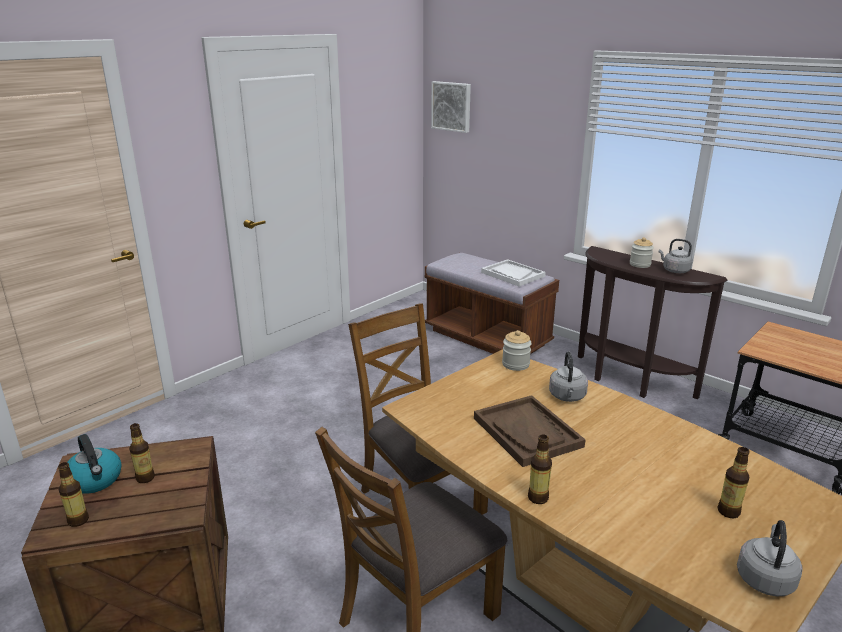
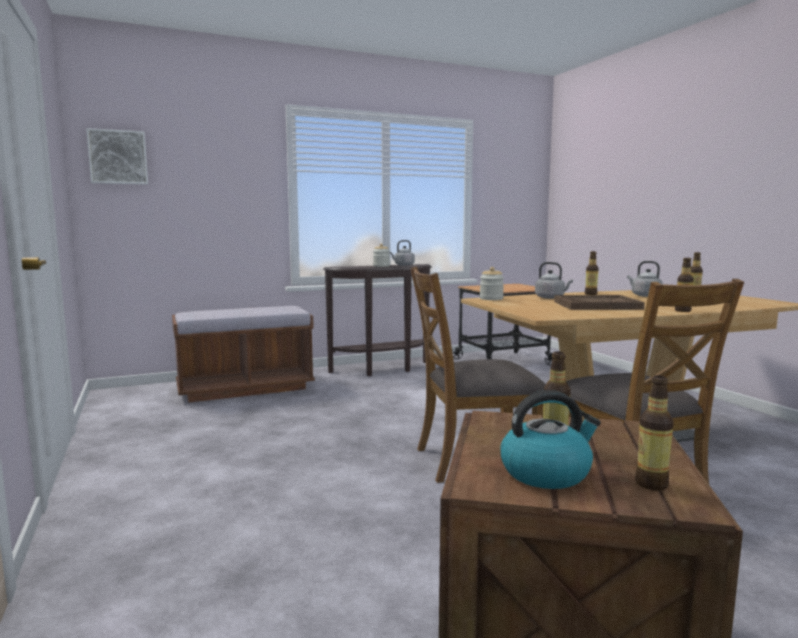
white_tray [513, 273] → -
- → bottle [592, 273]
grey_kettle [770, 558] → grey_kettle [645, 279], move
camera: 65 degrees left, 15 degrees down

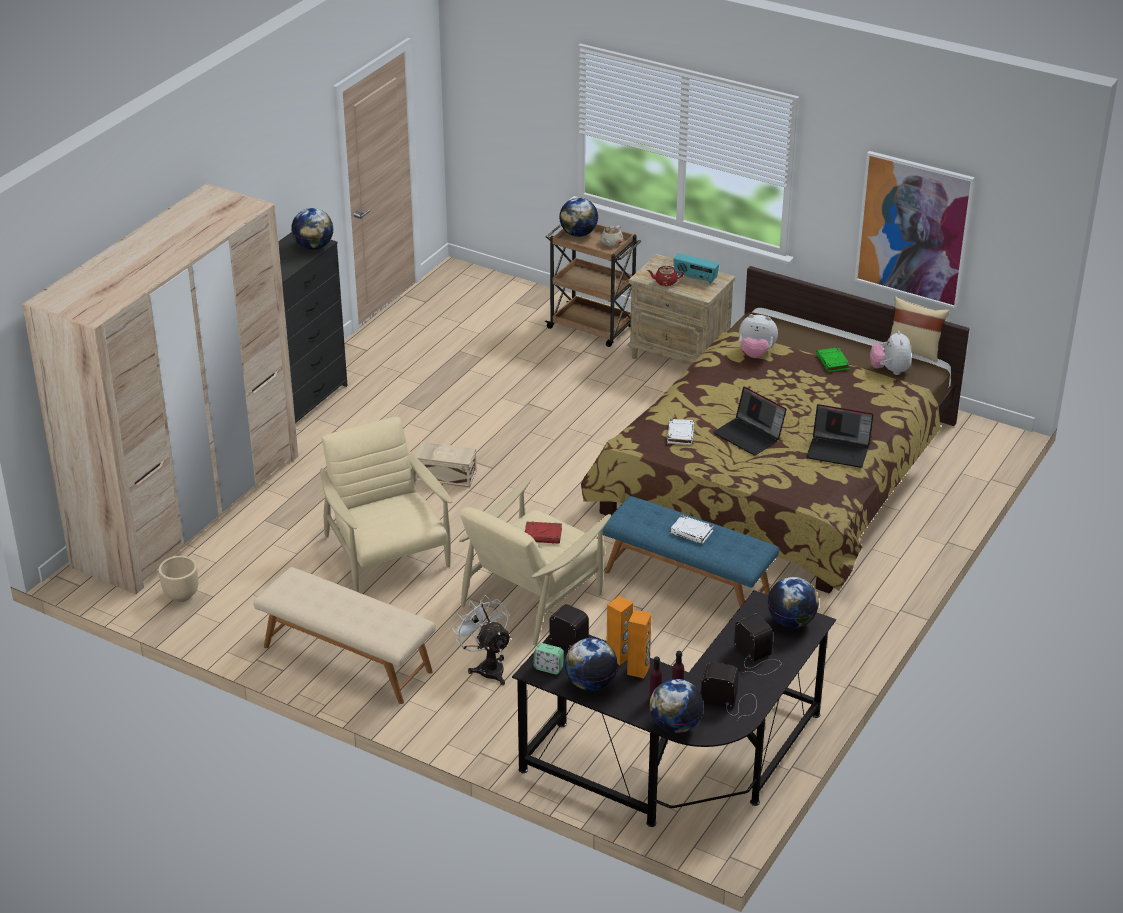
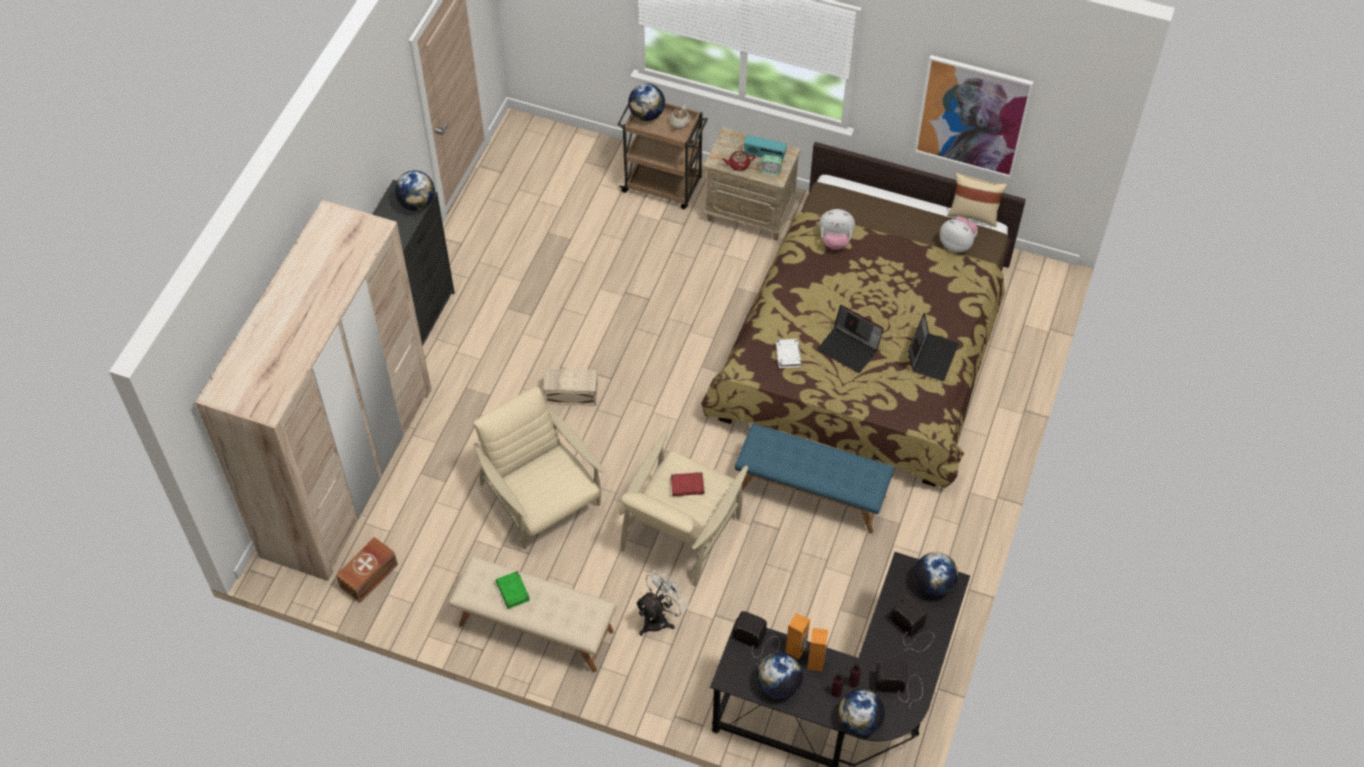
white_book [691, 529] → -
alarm_clock [549, 658] → alarm_clock [771, 165], move
green_book [833, 359] → green_book [513, 590], move
beige_planter [178, 579] → brown_storage_box [367, 570]
white_fan [482, 640] → white_fan [662, 602], 90 degrees clockwise
laptop [839, 436] → laptop [933, 347], 75 degrees counterclockwise
plush_toy [890, 353] → plush_toy [959, 234], 135 degrees clockwise
camera: 10 degrees left, 20 degrees up

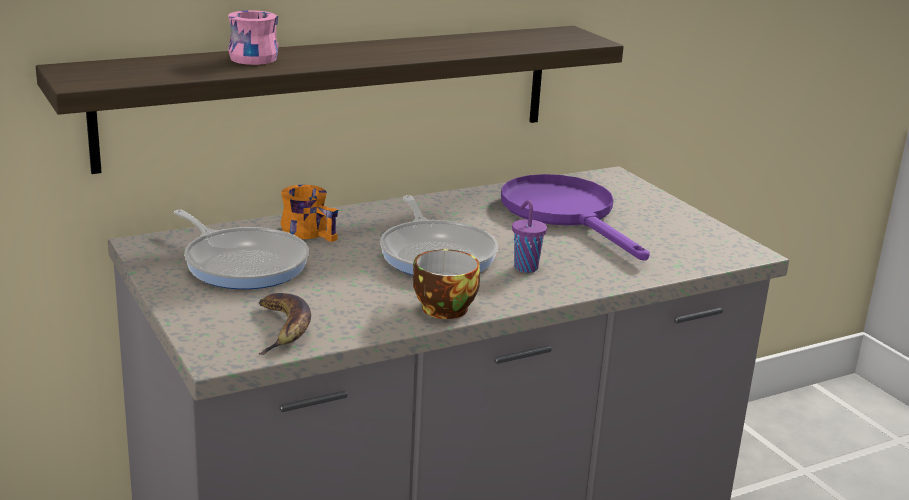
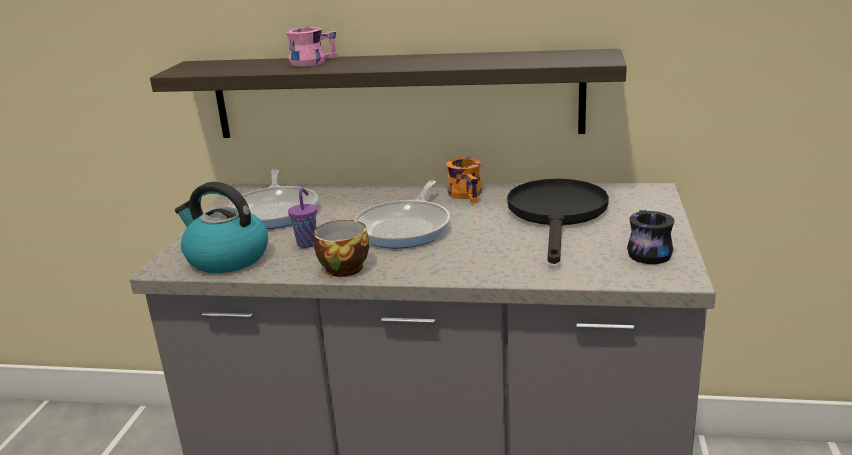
- → black_mug [651, 237]
orange_mug [309, 213] → orange_mug [464, 180], move
purple_cup [529, 236] → purple_cup [302, 218], move
banana [285, 324] → kettle [221, 227]
purple_frying_pan [575, 217] → black_frying_pan [558, 221]
camera: 40 degrees right, 0 degrees up

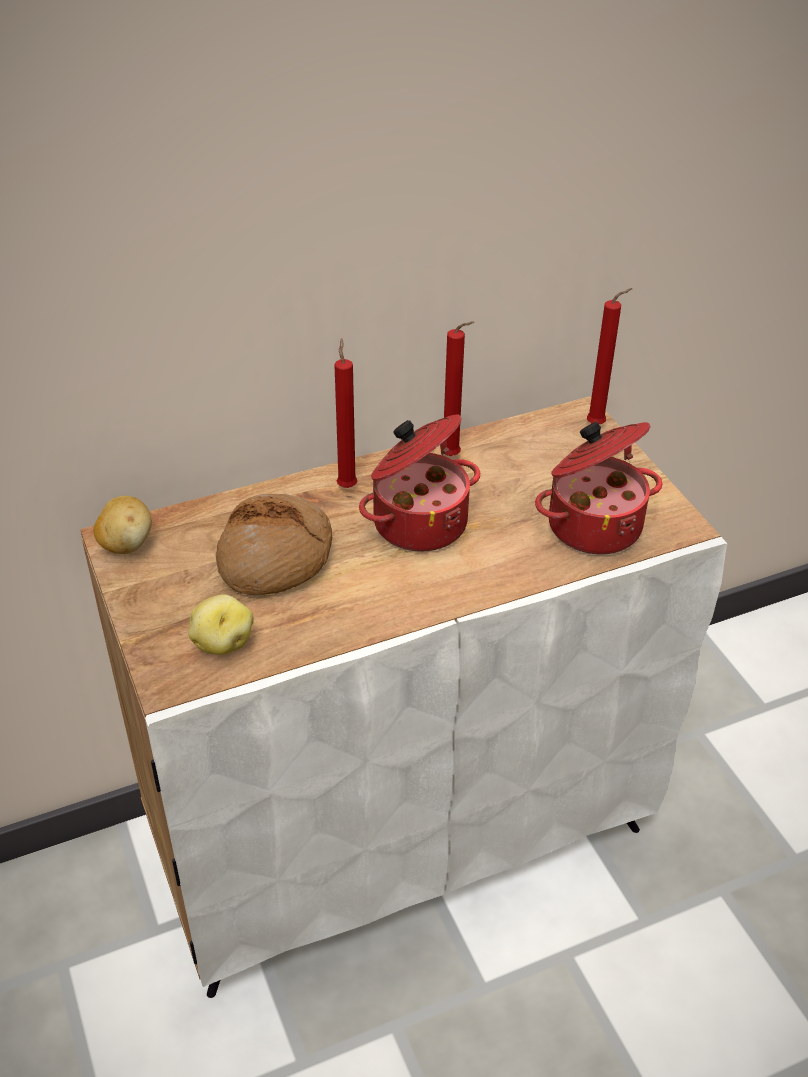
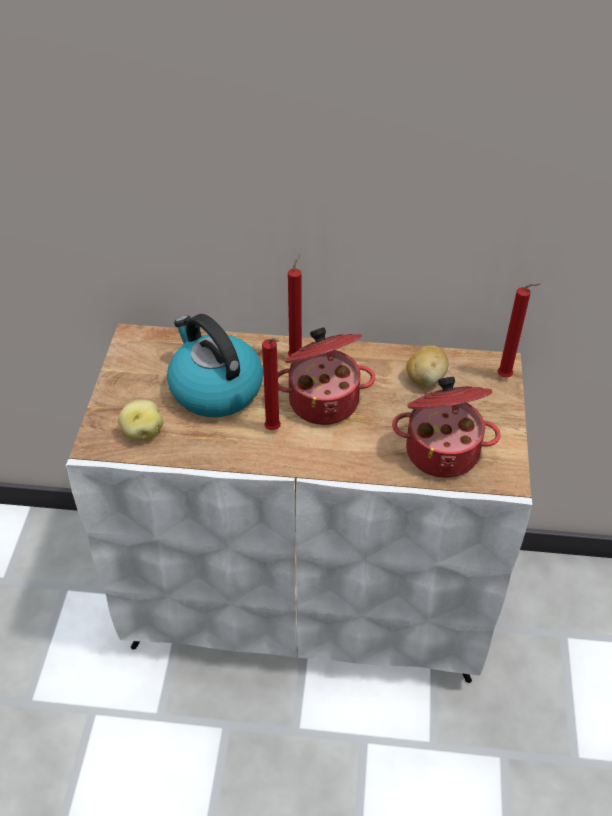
potato [122, 525] → potato [427, 366], move
red_candle [459, 388] → red_candle [271, 384], move
bread [274, 544] → kettle [215, 365]
camera: 30 degrees right, 5 degrees up

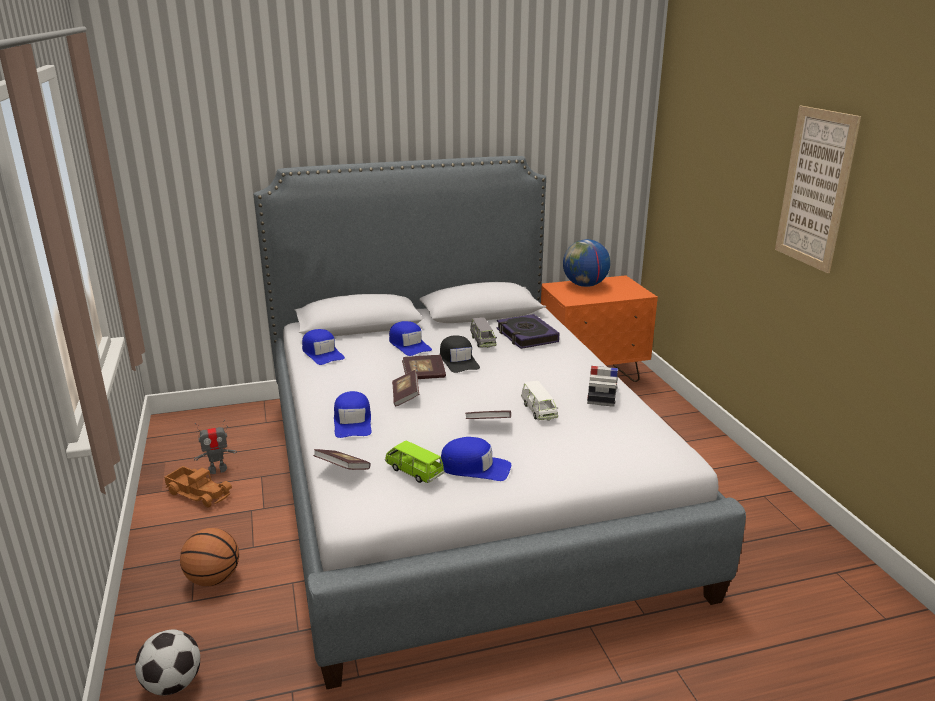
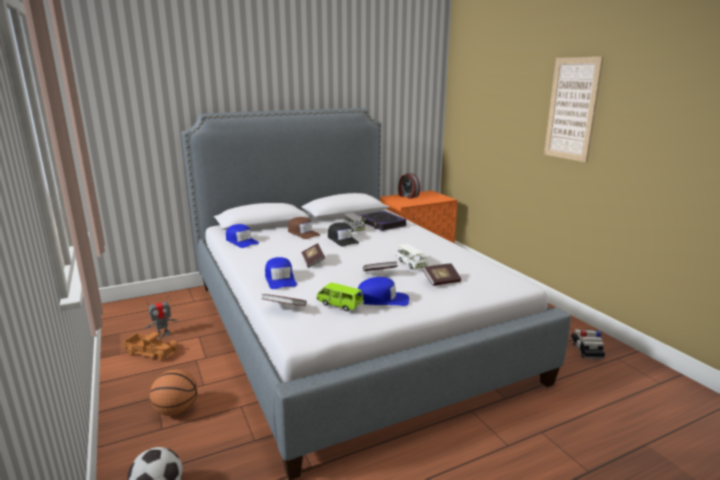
book [424, 367] → book [442, 274], move
toy_car [602, 386] → toy_car [588, 344], move
globe [586, 263] → alarm_clock [409, 186]
blue_cap [410, 338] → brown_cap [304, 228]
camera: 10 degrees left, 5 degrees down

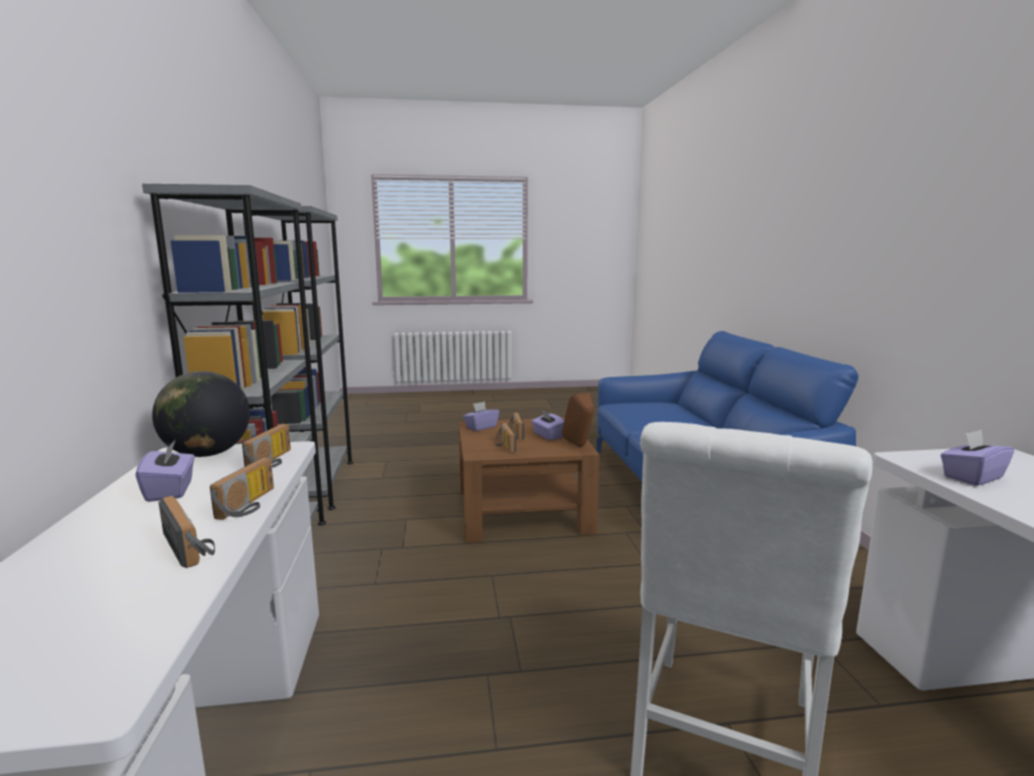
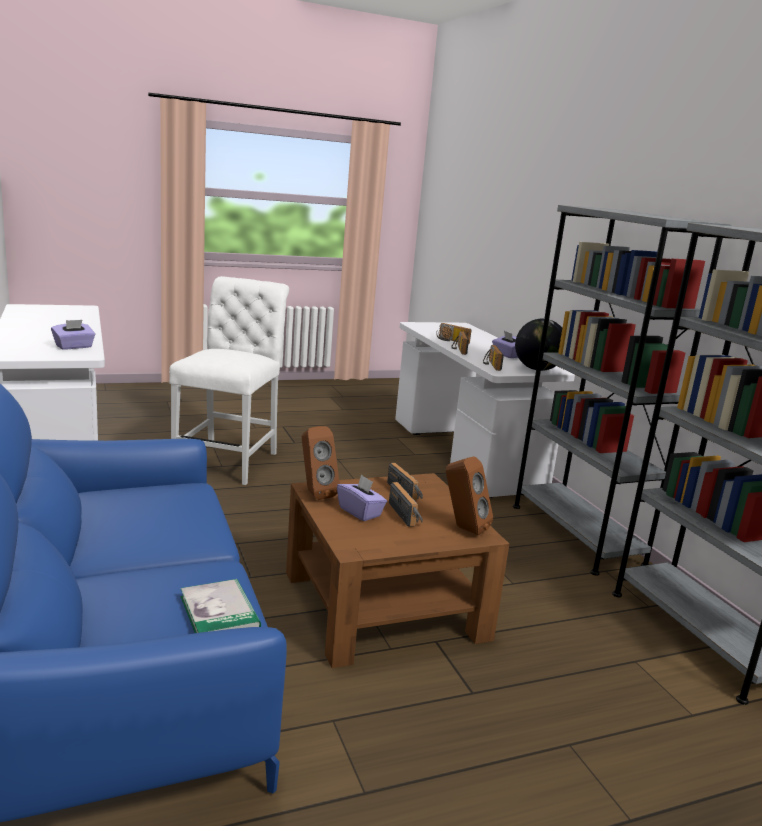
- → book [221, 606]
purple_tissue_box [481, 416] → brown_speaker [469, 495]
camera: 165 degrees right, 5 degrees up

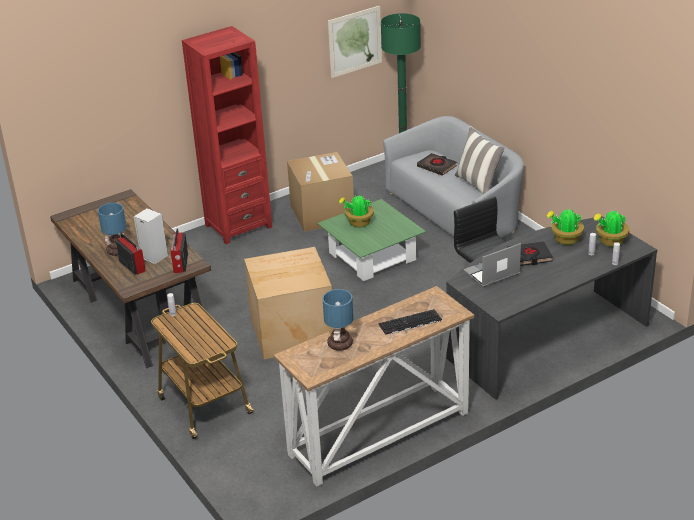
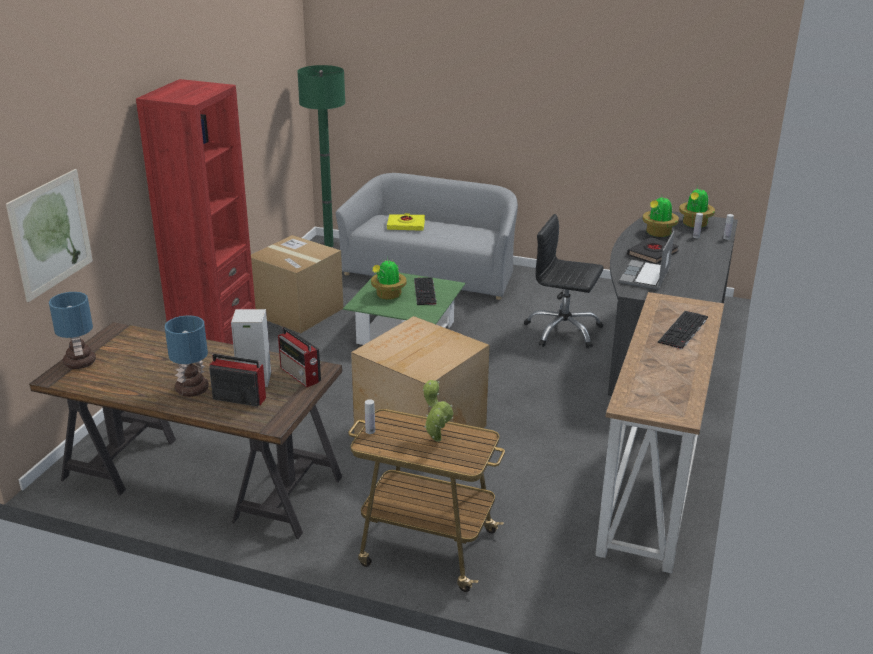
pillow [479, 160] → -
- → keyboard [425, 291]
- → potted_plant [438, 411]
table_lamp [337, 320] → table_lamp [72, 330], move
picture [355, 42] → picture [49, 235], move
black_book [437, 164] → yellow_book [406, 222]
camera: 40 degrees left, 5 degrees down

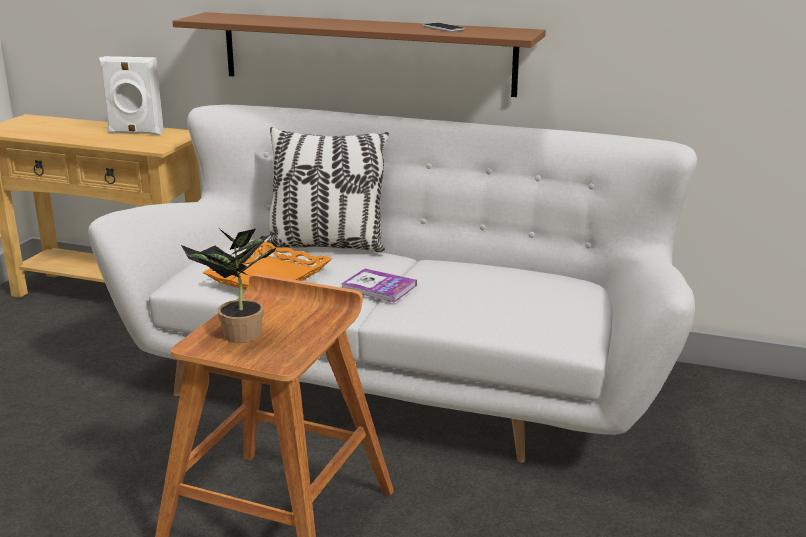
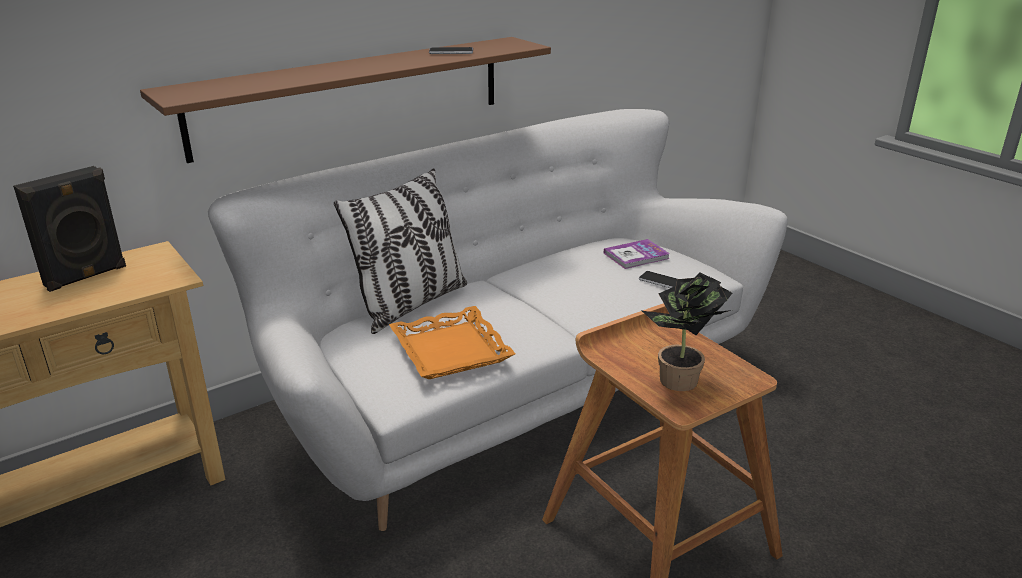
- → phone [658, 279]
book [379, 285] → book [637, 254], move
white_speaker [131, 95] → black_speaker [69, 229]
camera: 55 degrees left, 5 degrees up

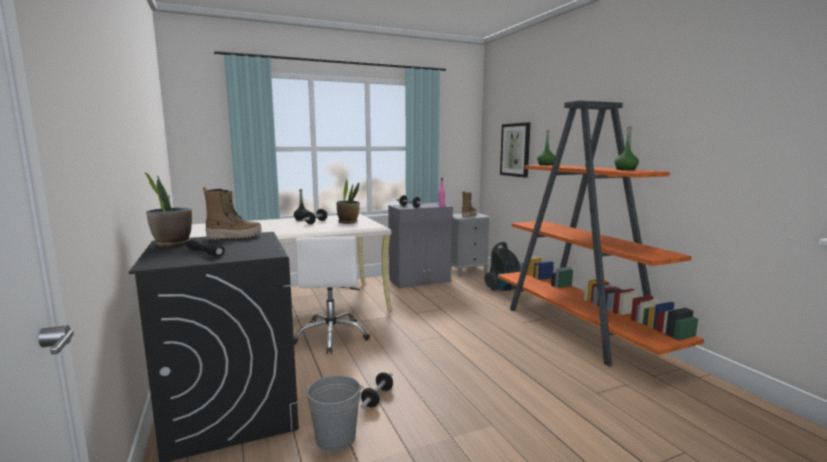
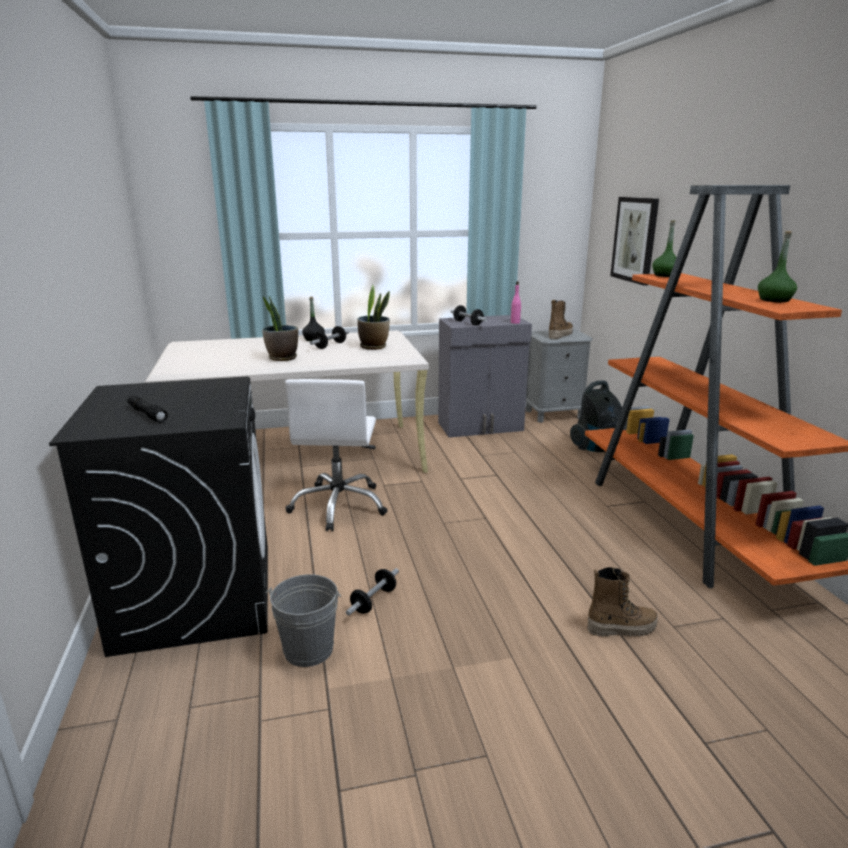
potted_plant [168, 209] → potted_plant [280, 328], move
boot [232, 213] → boot [622, 602], move
camera: 10 degrees right, 10 degrees up

